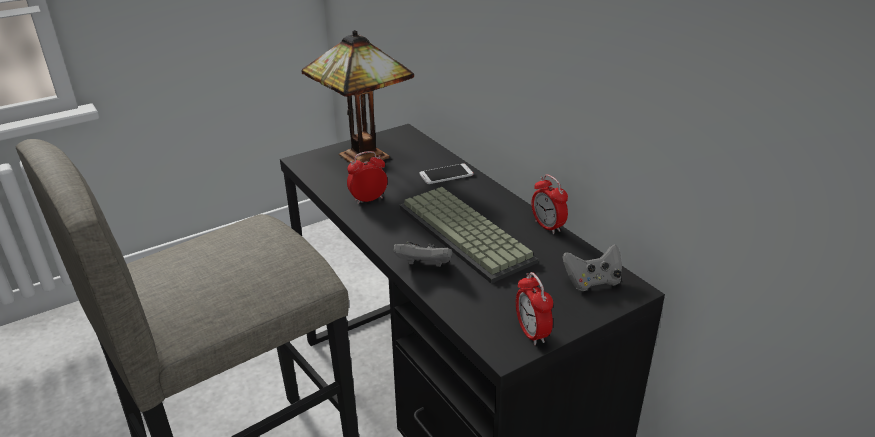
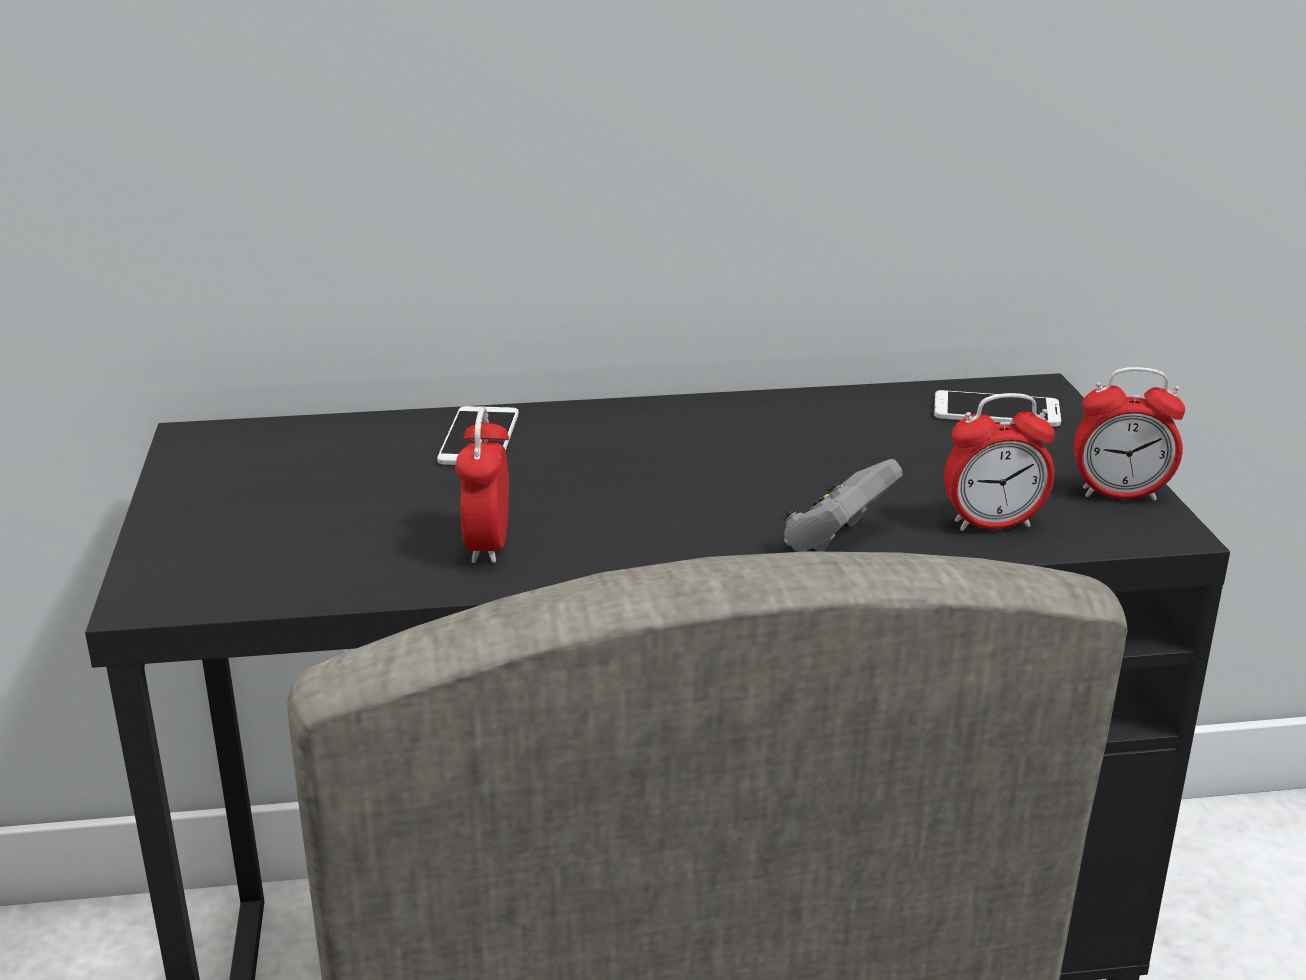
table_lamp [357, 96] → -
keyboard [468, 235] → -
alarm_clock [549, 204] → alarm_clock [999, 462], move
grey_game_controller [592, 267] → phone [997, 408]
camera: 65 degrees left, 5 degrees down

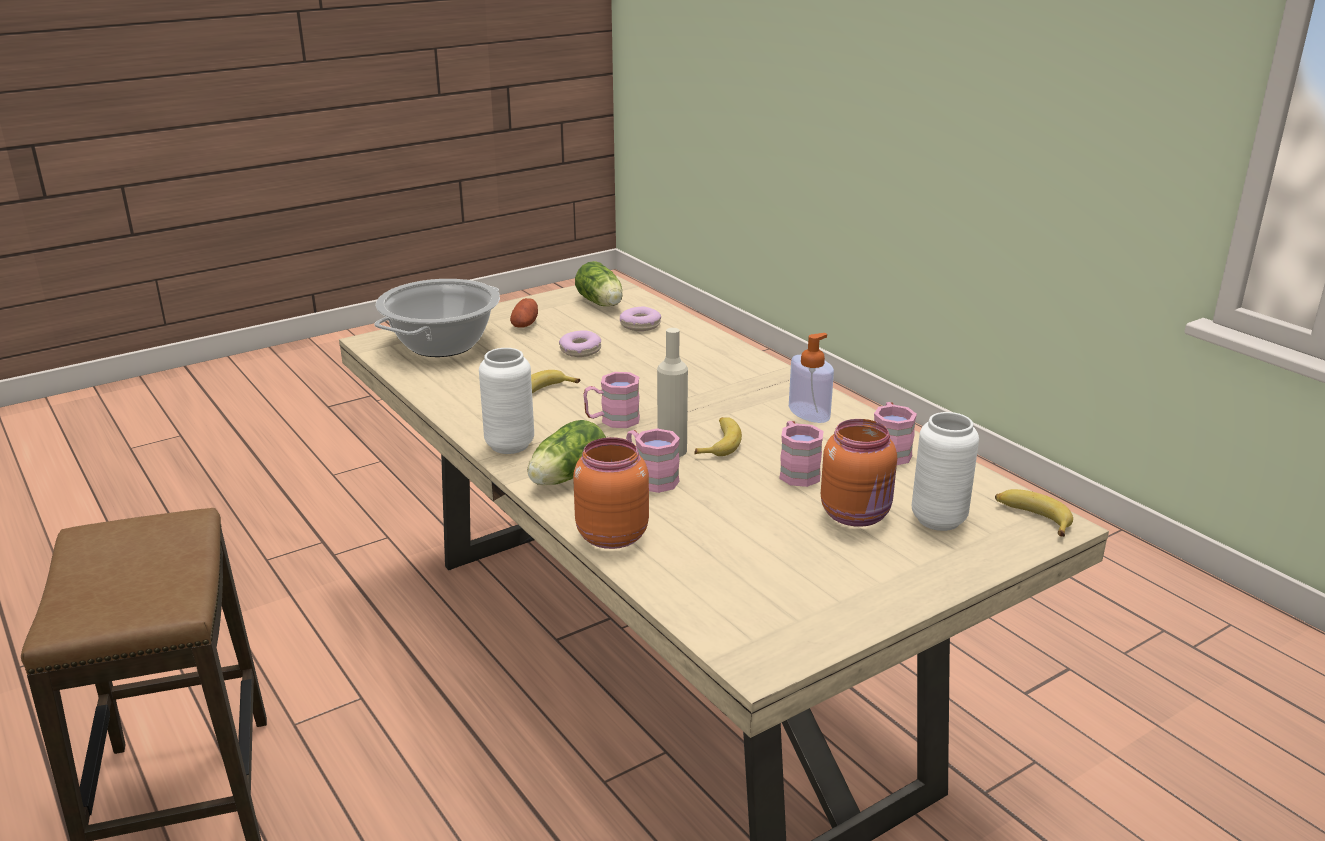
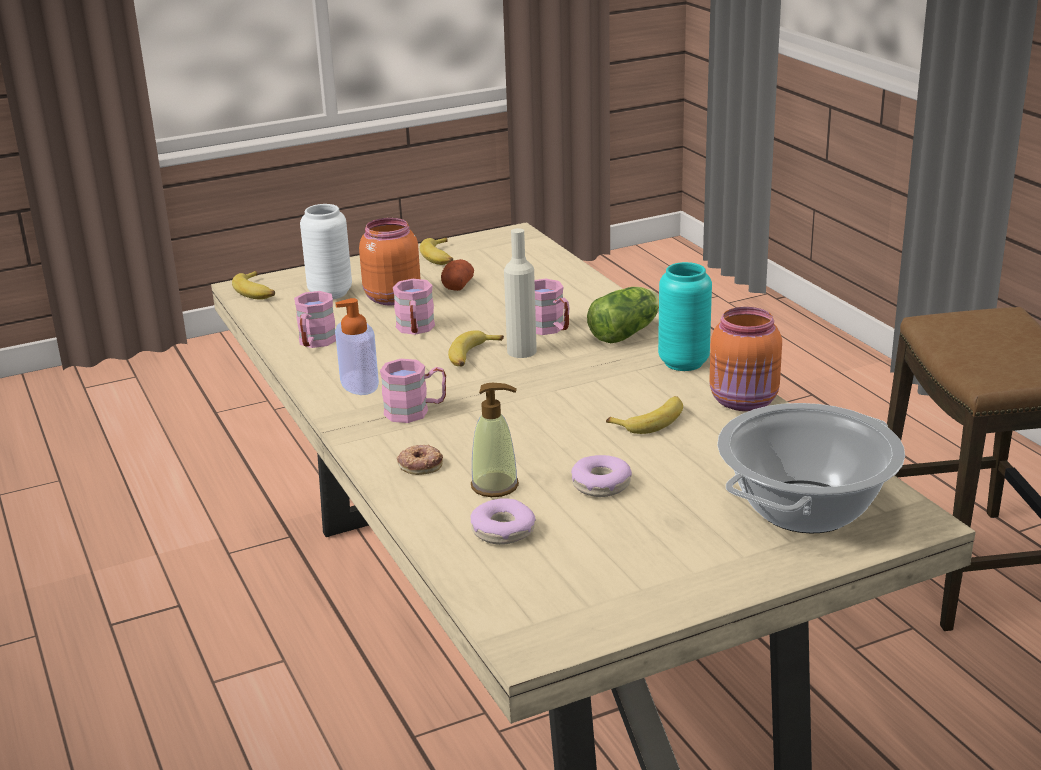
lettuce [599, 283] → -
- → donut [420, 459]
- → banana [436, 251]
- → soap_dispenser [495, 440]
potato [524, 313] → potato [457, 275], move
orange_jar [611, 493] → orange_jar [745, 359], move
pink_mug [611, 400] → pink_mug [413, 391], move
white_vase [506, 401] → turquoise_vase [685, 316]
camera: 170 degrees left, 0 degrees up

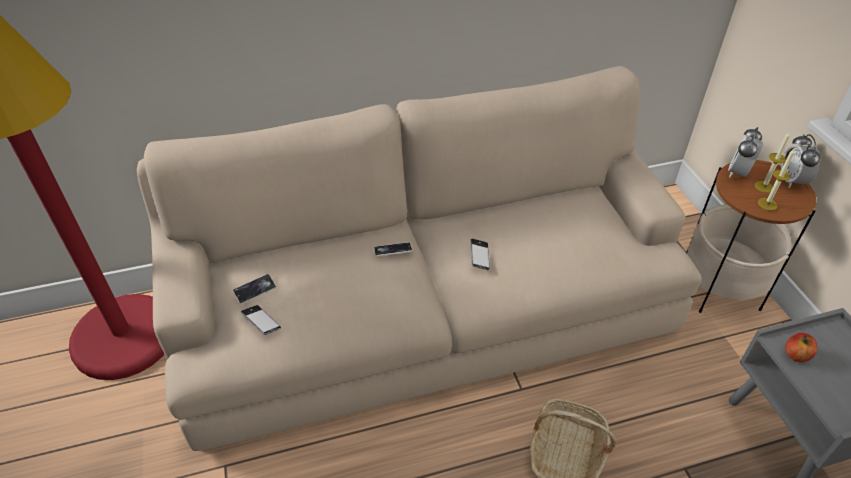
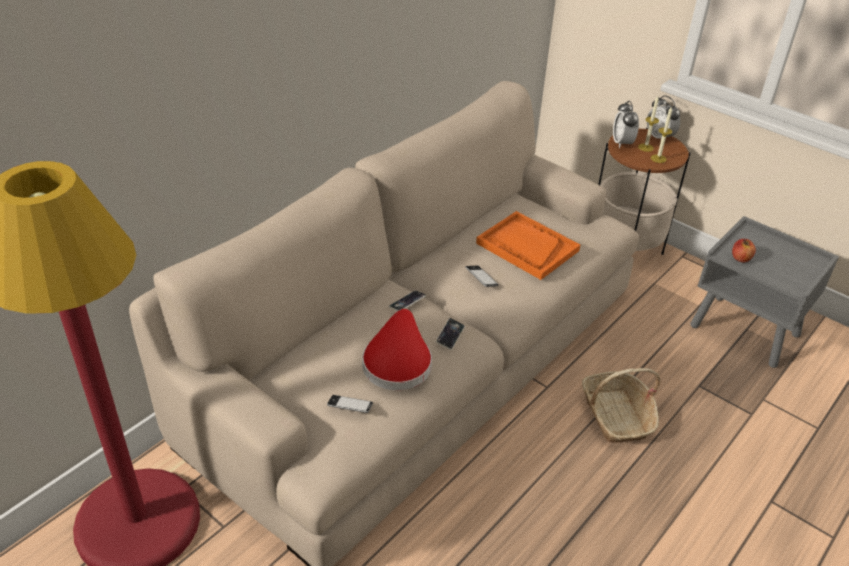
- → red_hat [397, 349]
- → orange_tray [528, 245]
phone [254, 289] → phone [450, 334], move
camera: 35 degrees left, 5 degrees down

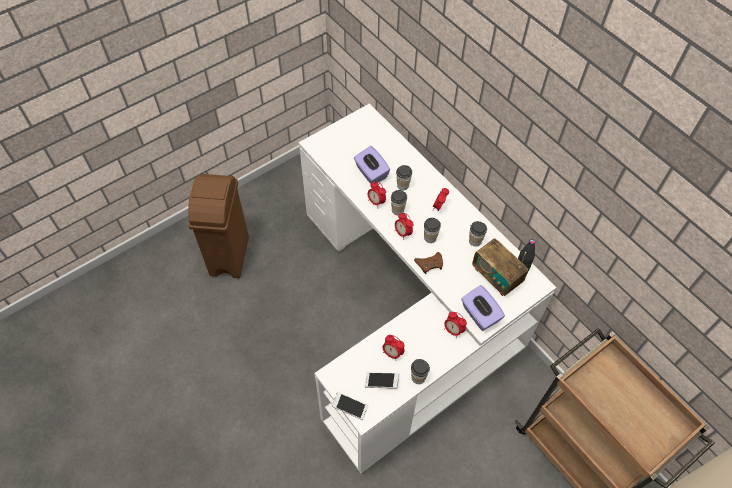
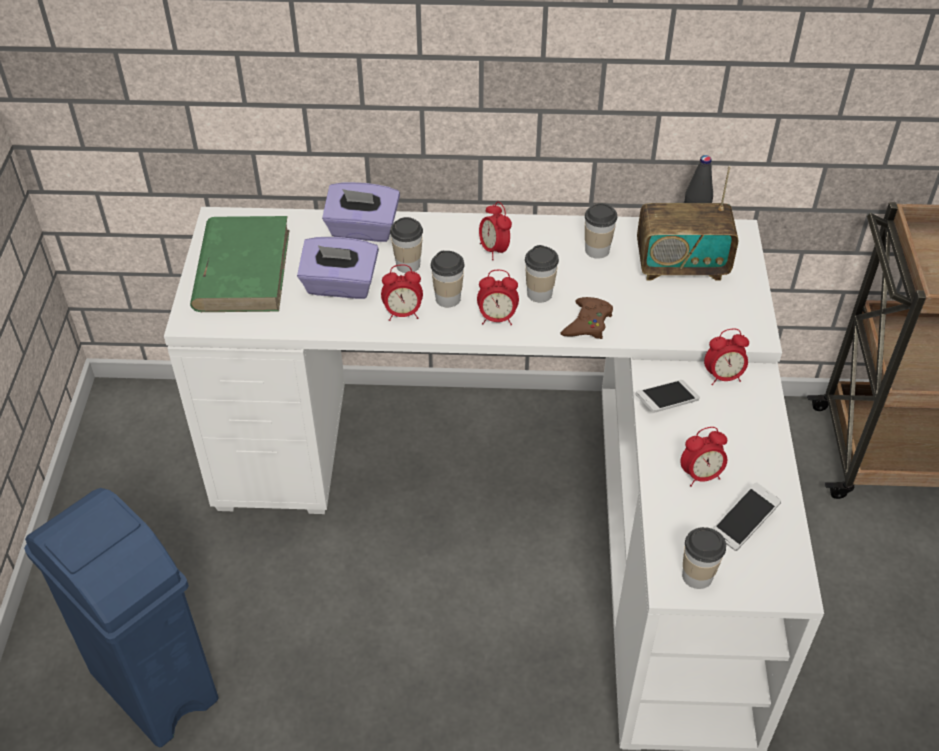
- → green_book [239, 264]
phone [350, 406] → phone [667, 396], move
cup [420, 371] → cup [704, 558], move
purple_tissue_box [483, 308] → purple_tissue_box [361, 212], move
brown_trash_can [218, 226] → blue_trash_can [121, 618]
camera: 50 degrees left, 10 degrees down

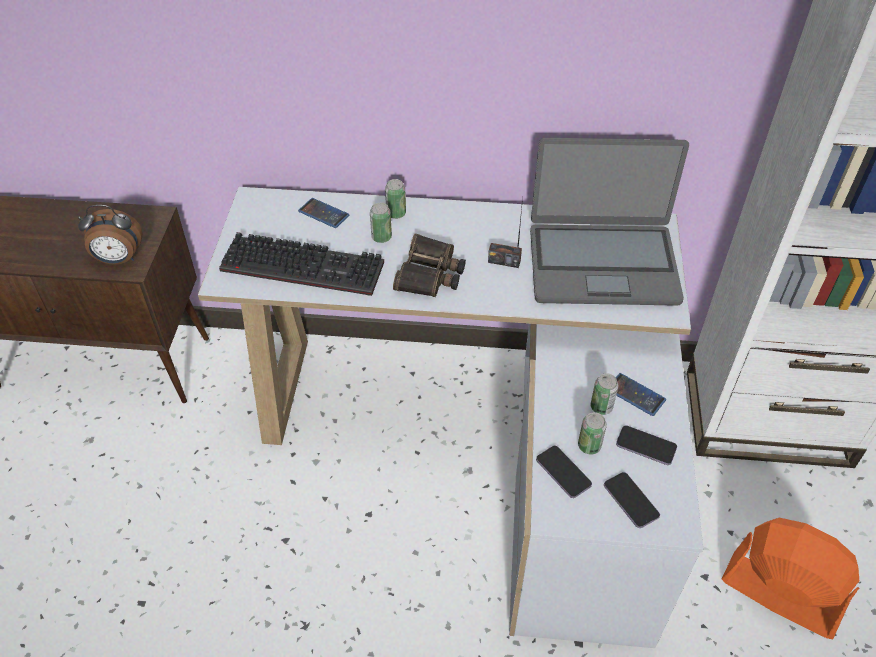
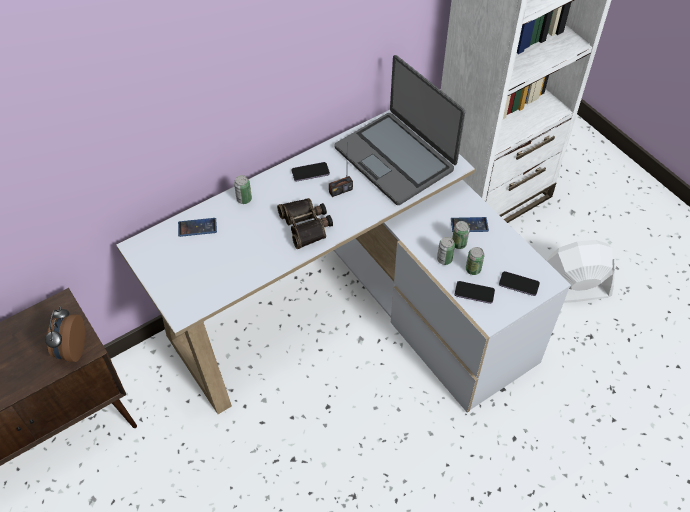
keyboard [301, 264] → -
can [381, 223] → can [446, 251], move
phone [646, 445] → phone [311, 171], move
orange_fan [790, 578] → white_fan [581, 271]
alarm_clock [110, 235] → alarm_clock [65, 334], 135 degrees clockwise
laptop [609, 222] → laptop [400, 130], 90 degrees clockwise
camera: 40 degrees left, 5 degrees up

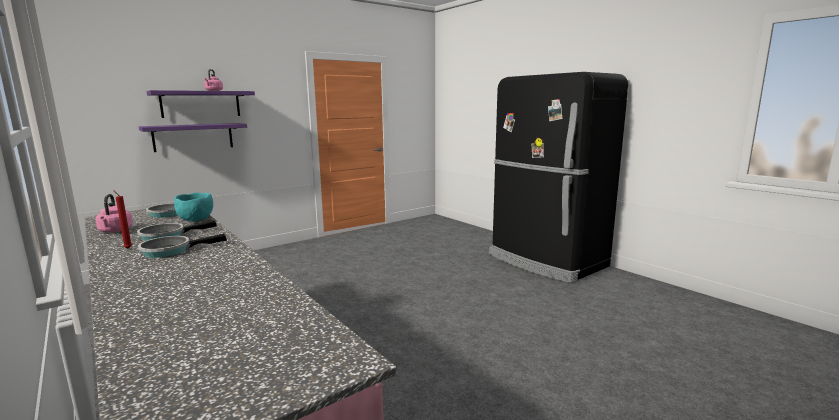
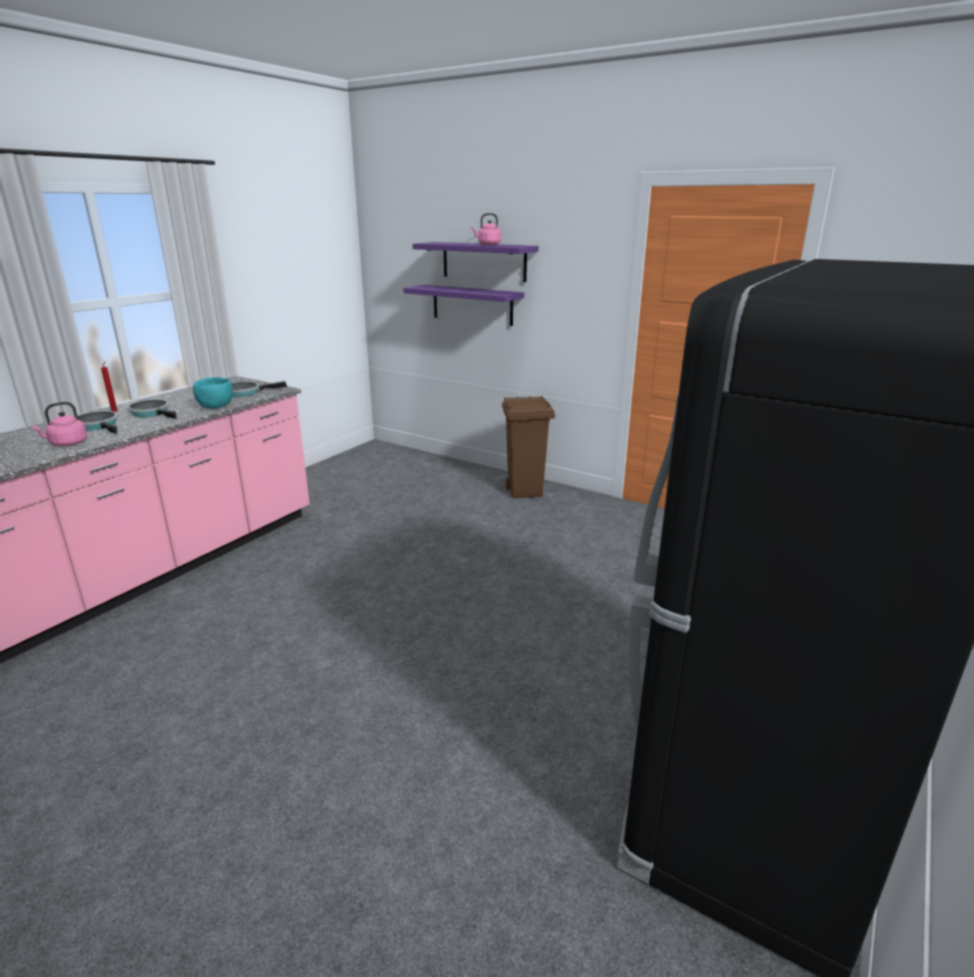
- → brown_trash_can [528, 447]
pink_kettle [114, 213] → pink_kettle [59, 424], move
camera: 70 degrees right, 10 degrees up

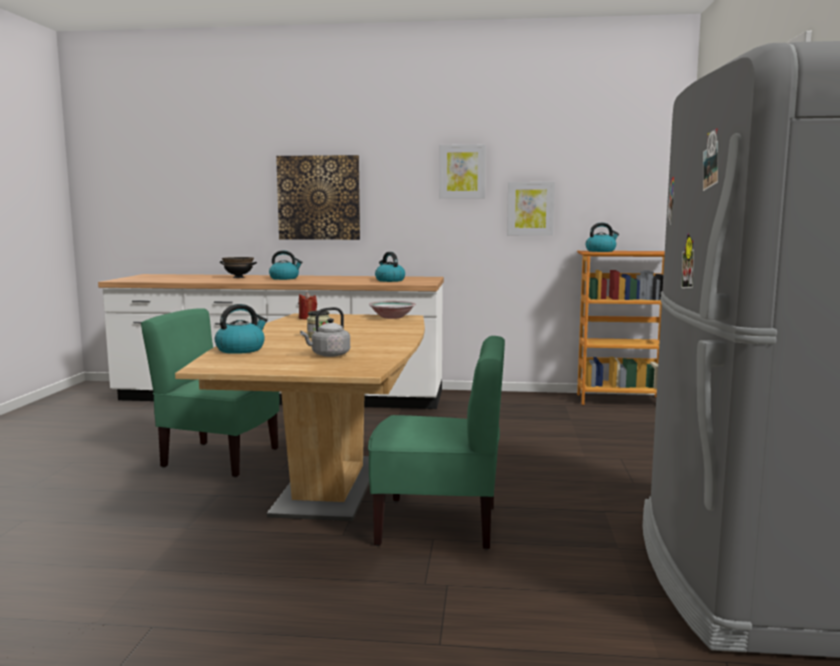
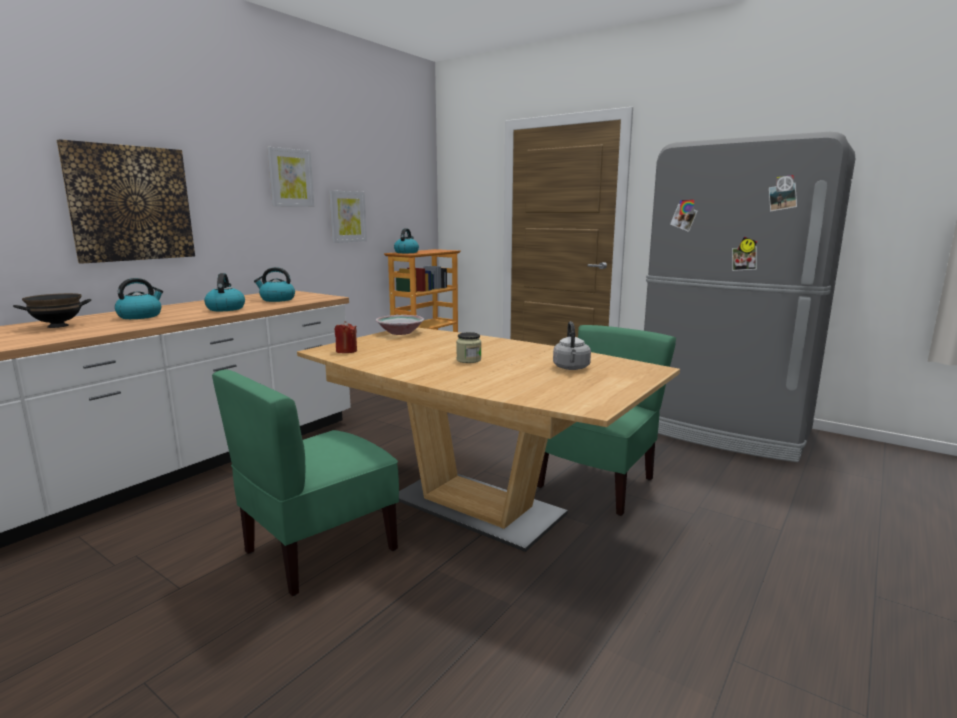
kettle [241, 329] → kettle [224, 292], move
camera: 60 degrees left, 5 degrees up

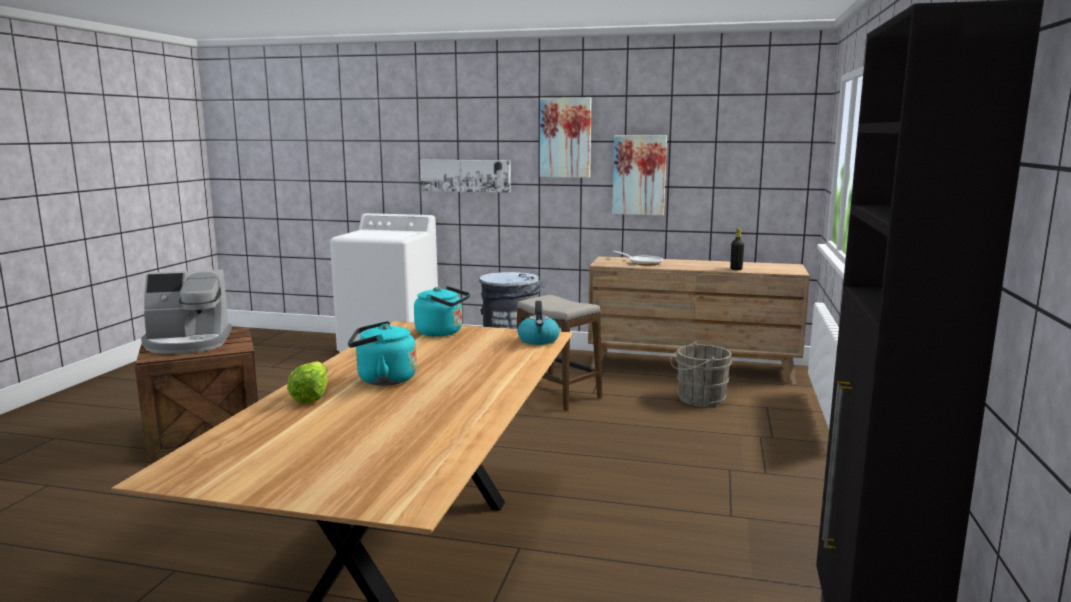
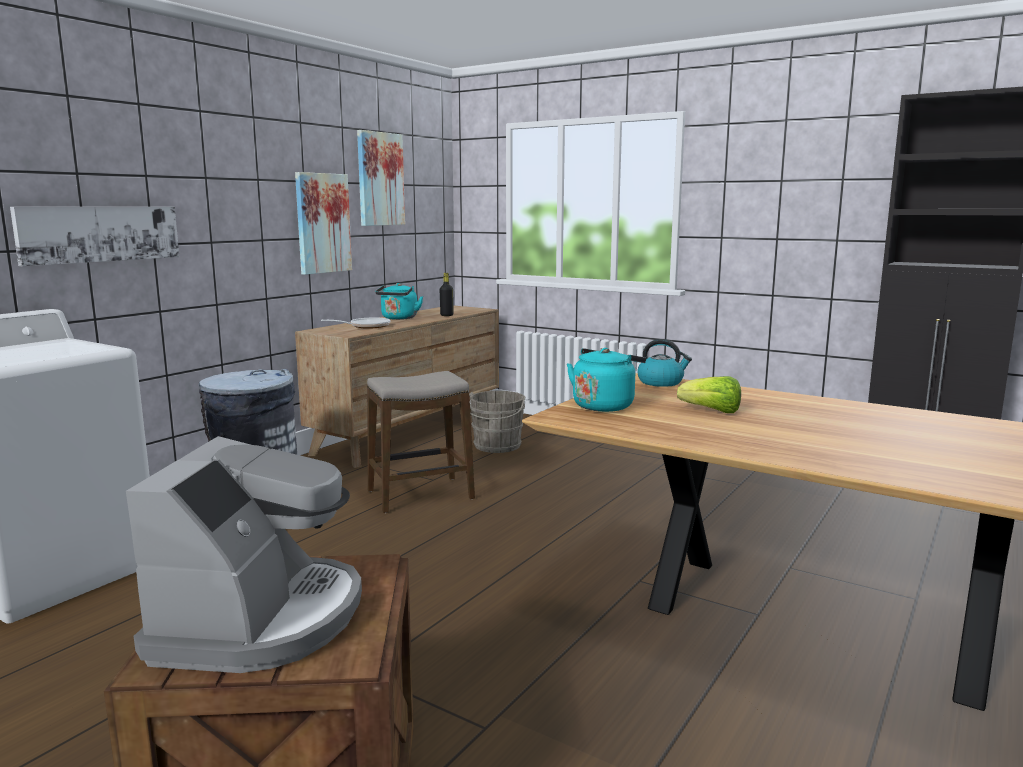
lettuce [307, 382] → lettuce [709, 394], move
turquoise_kettle [382, 353] → turquoise_kettle [399, 301], move
picture [565, 137] → picture [381, 178], move
camera: 70 degrees left, 0 degrees up

